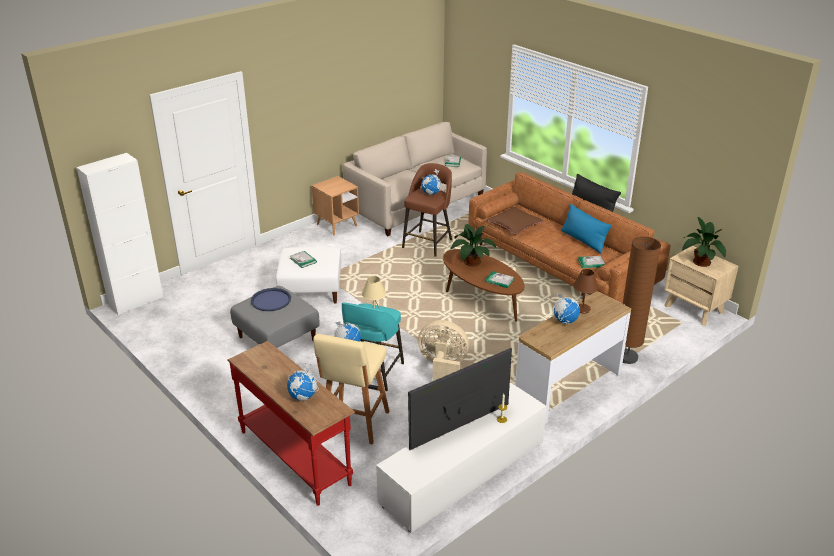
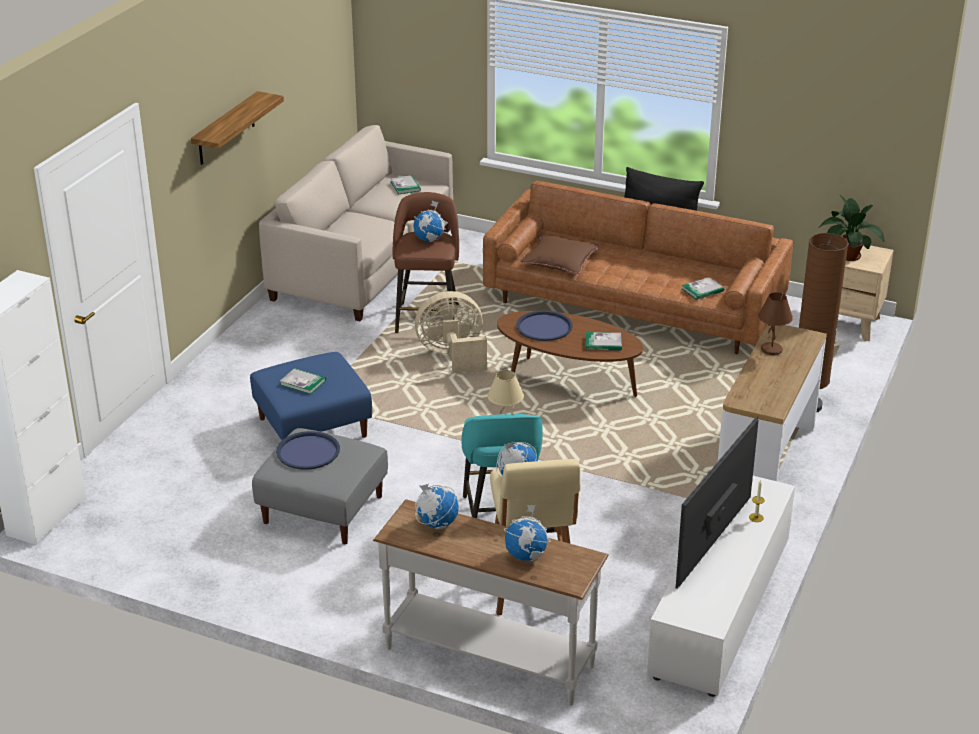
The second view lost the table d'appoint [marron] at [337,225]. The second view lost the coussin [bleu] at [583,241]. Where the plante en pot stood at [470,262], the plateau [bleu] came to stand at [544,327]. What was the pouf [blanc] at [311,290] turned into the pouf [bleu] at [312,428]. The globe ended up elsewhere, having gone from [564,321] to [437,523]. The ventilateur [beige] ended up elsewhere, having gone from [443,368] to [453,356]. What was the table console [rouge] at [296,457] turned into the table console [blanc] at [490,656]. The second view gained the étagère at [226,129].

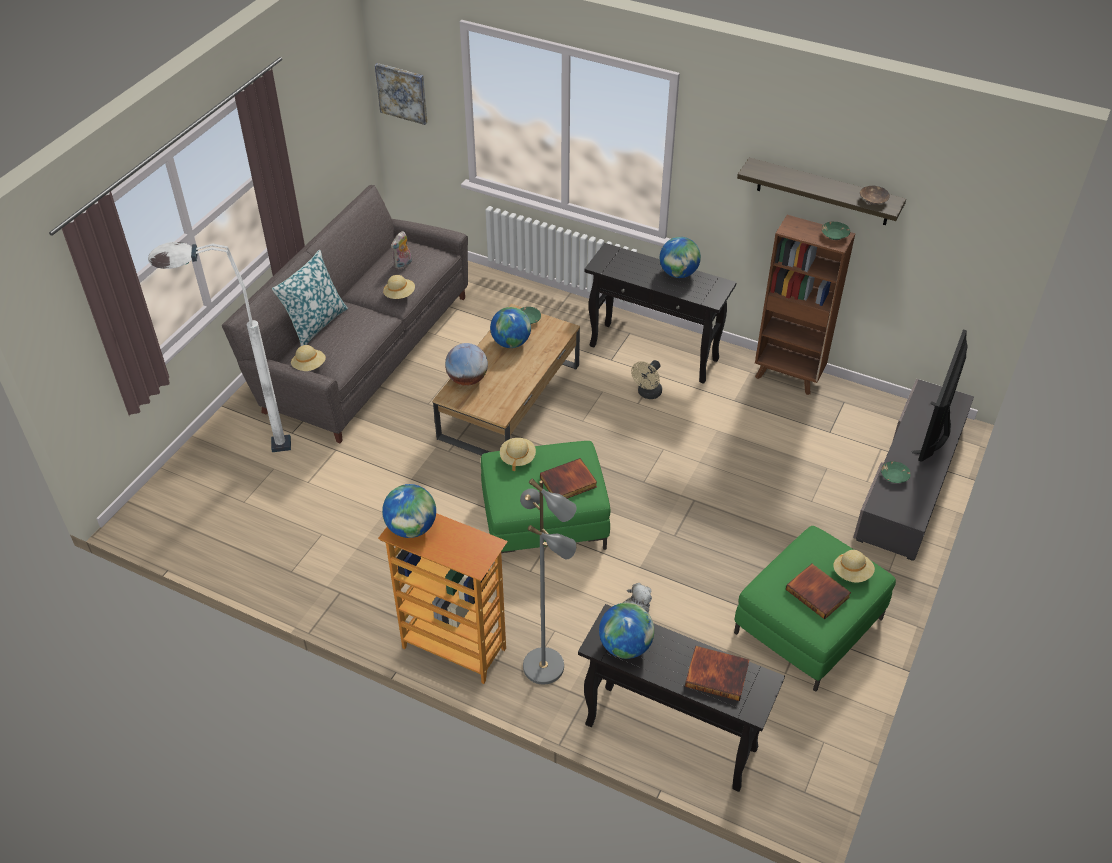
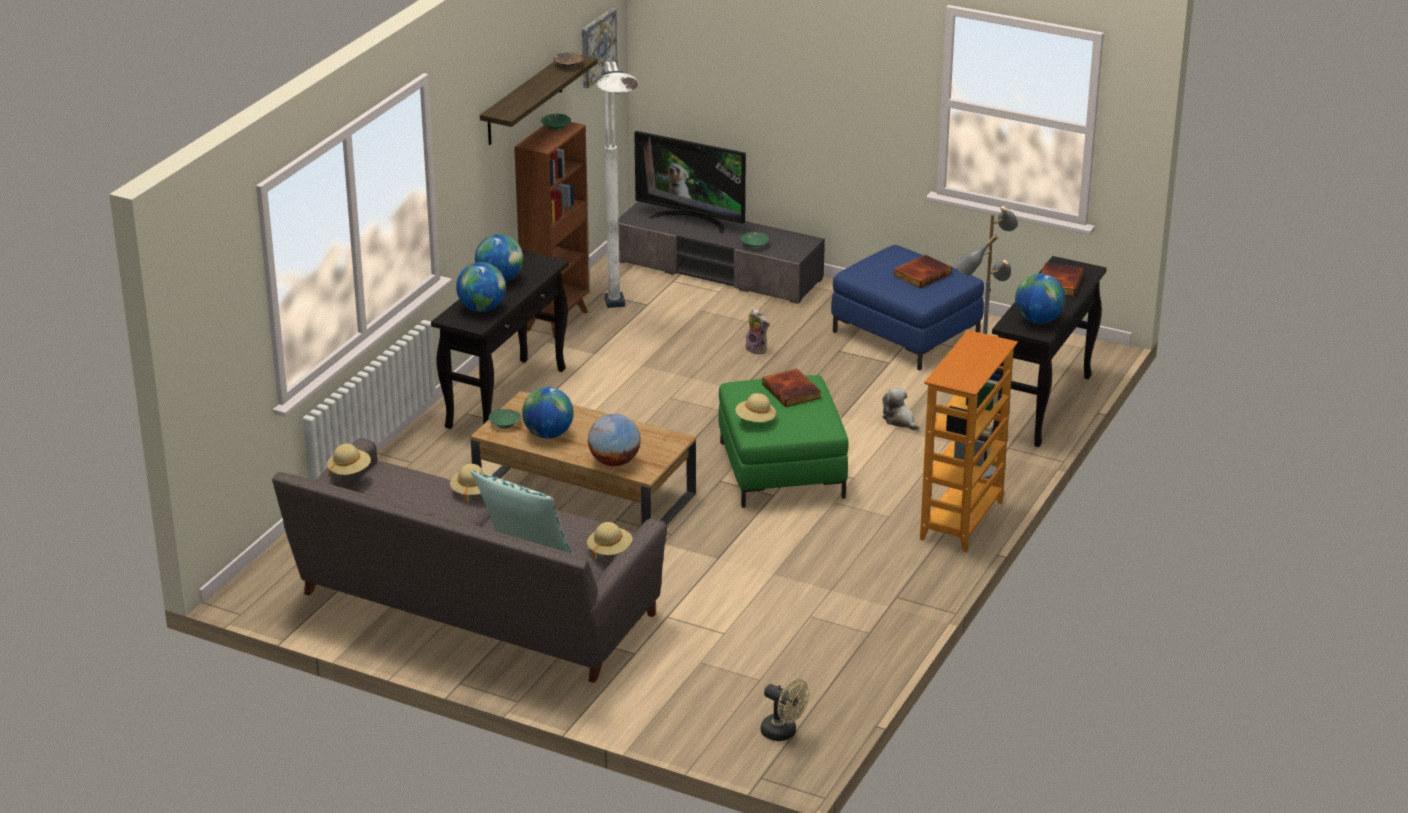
The tableau ended up elsewhere, having gone from [402,93] to [597,47]. The peluche ended up elsewhere, having gone from [403,265] to [758,349]. The lampadaire [blanc] ended up elsewhere, having gone from [243,449] to [619,322]. The ventilateur [beige] ended up elsewhere, having gone from [647,394] to [783,733]. The globe ended up elsewhere, having gone from [411,528] to [482,308]. What was the pouf [vert] at [808,626] turned into the pouf [bleu] at [906,334]. The chapeau [beige] ended up elsewhere, having gone from [852,573] to [349,471].

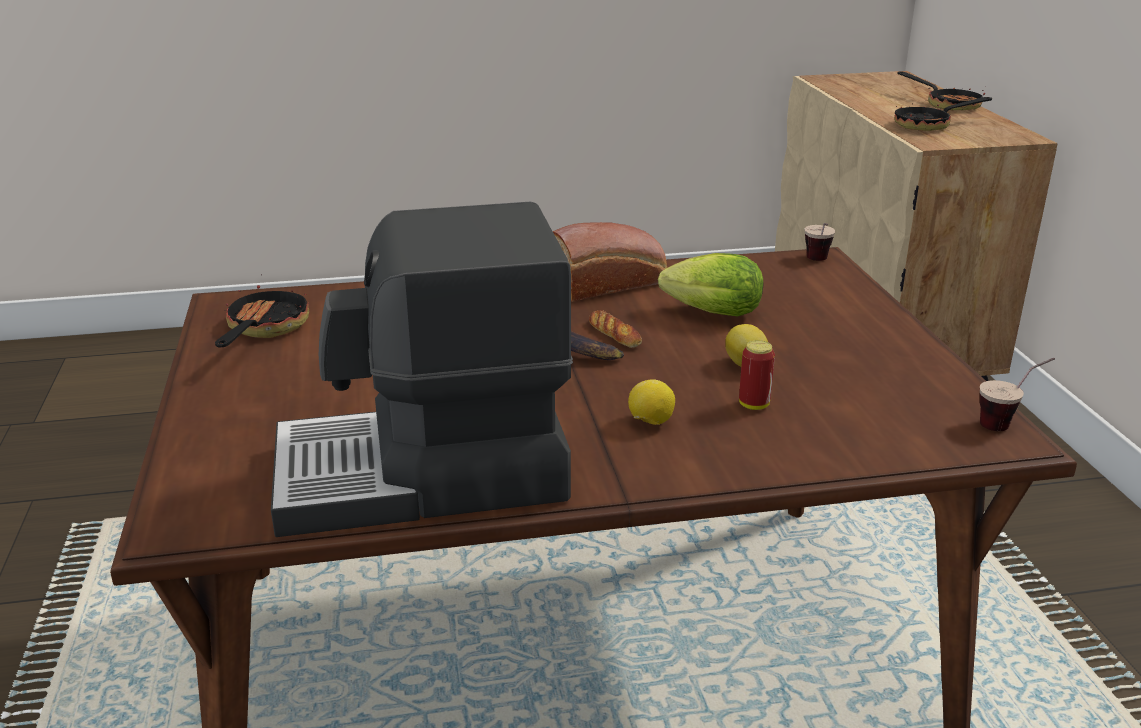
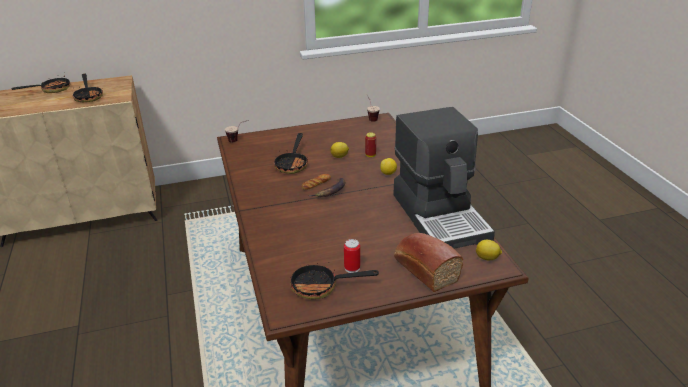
The pain ended up elsewhere, having gone from [610,283] to [424,269]. Where the laitue stood at [707,313], the poêle came to stand at [292,164]. The second view gained the boîte métallique at [352,268]. The second view gained the citron at [487,258].

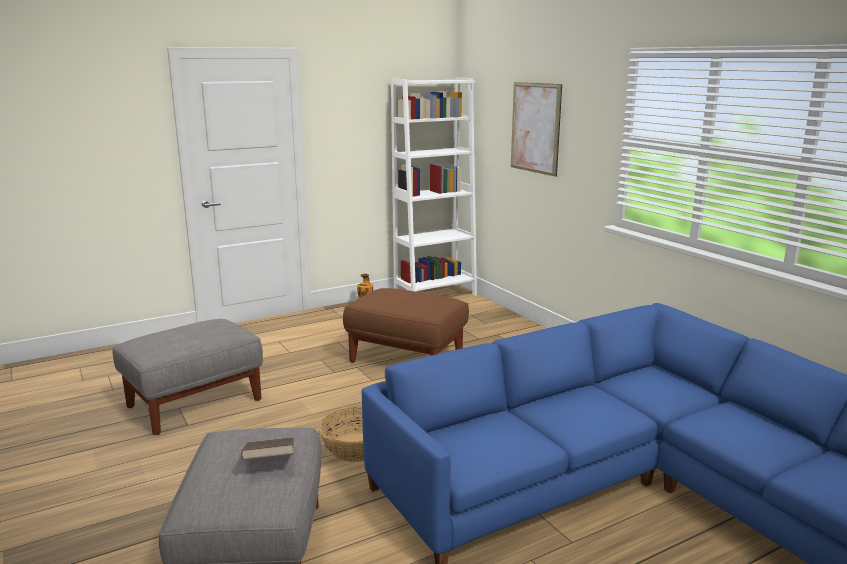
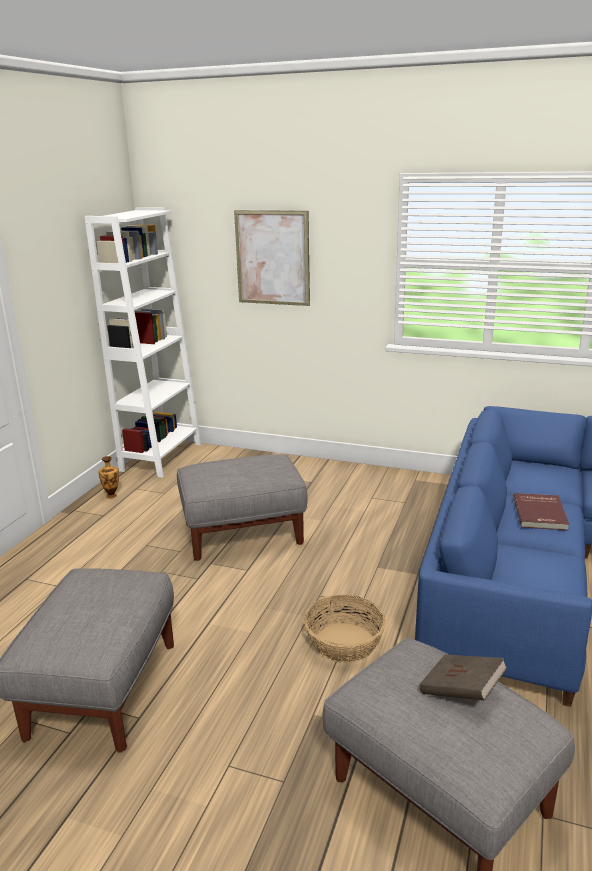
What was the pouf [marron] at [407,359] turned into the pouf [gris] at [244,534]. The second view gained the livre [rouge] at [541,514].

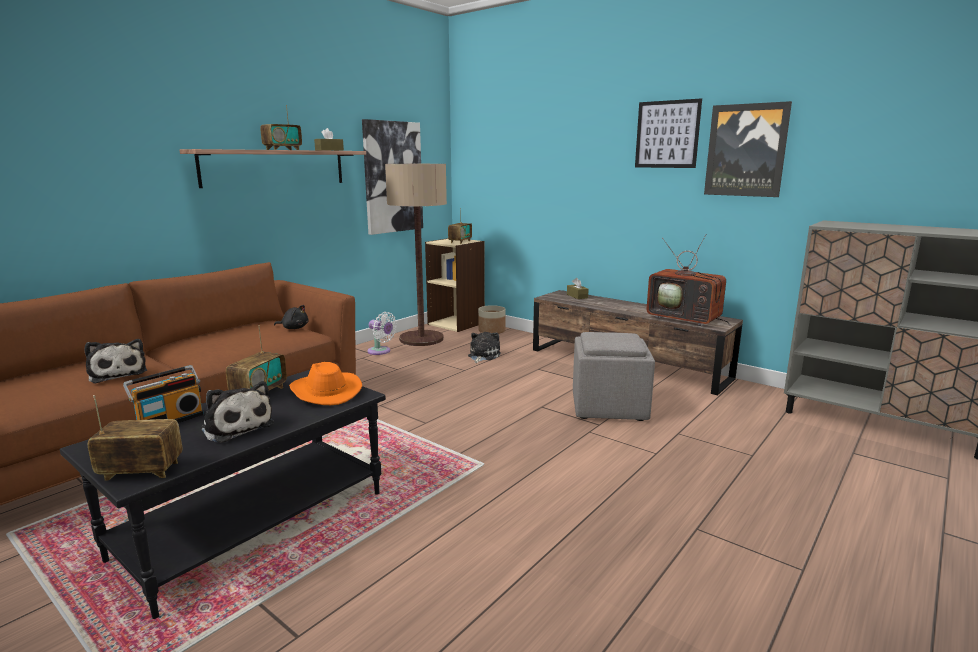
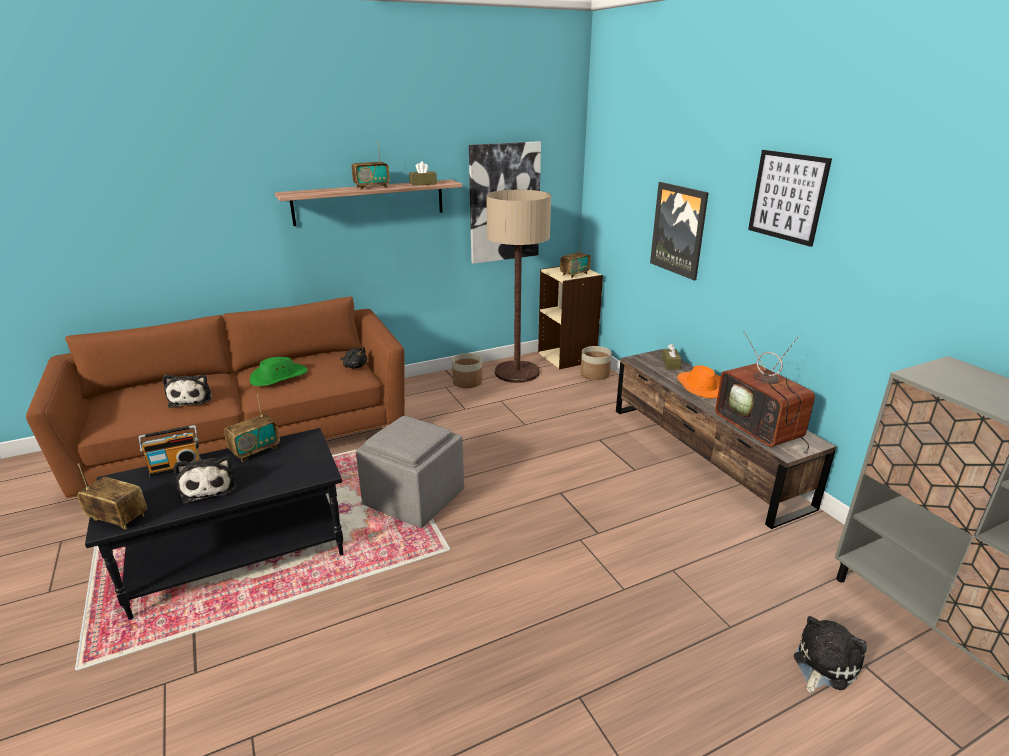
The tableau ended up elsewhere, having gone from [746,150] to [679,230]. Where the ventilateur [blanc] stood at [381,351], the cache-pot came to stand at [467,382]. The peluche ended up elsewhere, having gone from [482,356] to [823,665]. The pouf [gris] ended up elsewhere, having gone from [608,406] to [414,498]. The chapeau [orange] ended up elsewhere, having gone from [325,391] to [700,386]. The second view gained the chapeau [vert] at [279,377].

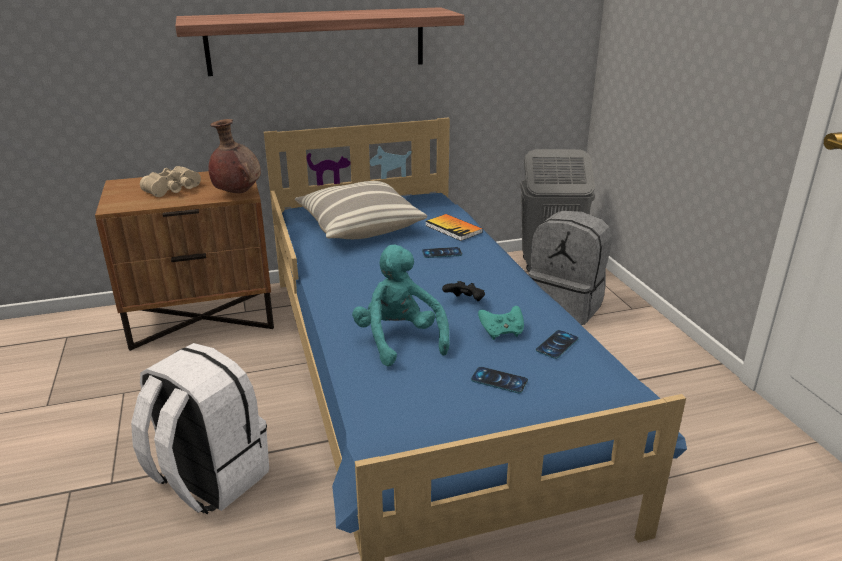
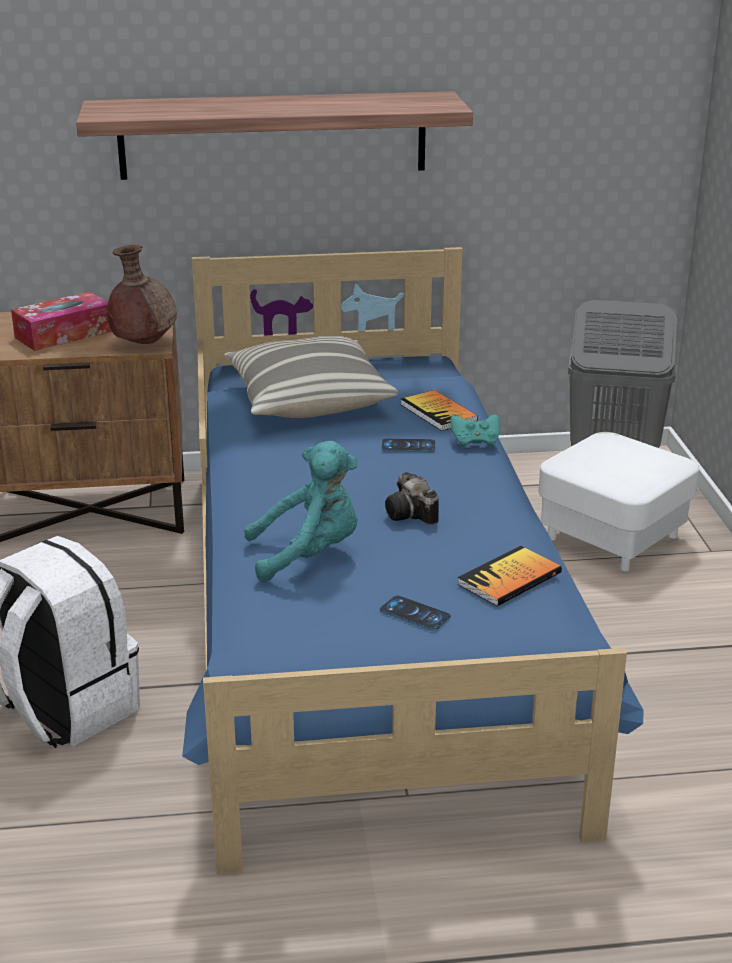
Where the jumelles [beige] stood at [175,190], the boîte à mouchoirs came to stand at [64,334]. Where the sac à dos [gris] stood at [566,305], the pouf [blanc] came to stand at [612,537]. The peluche [turquoise] at [399,340] ended up facing another way, 90 degrees clockwise from before. Where the manette [noir] stood at [465,302], the appareil photo came to stand at [412,515]. The manette [turquoise] ended up elsewhere, having gone from [501,332] to [475,443]. Where the téléphone stood at [557,344], the livre came to stand at [509,579].

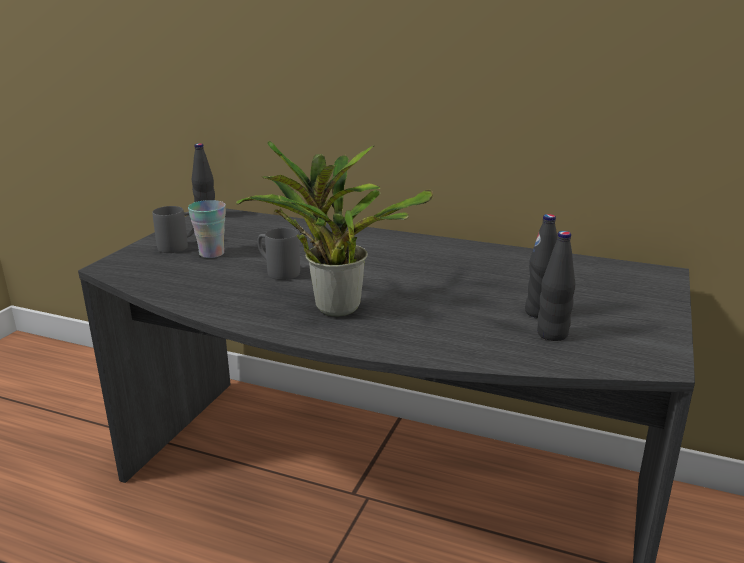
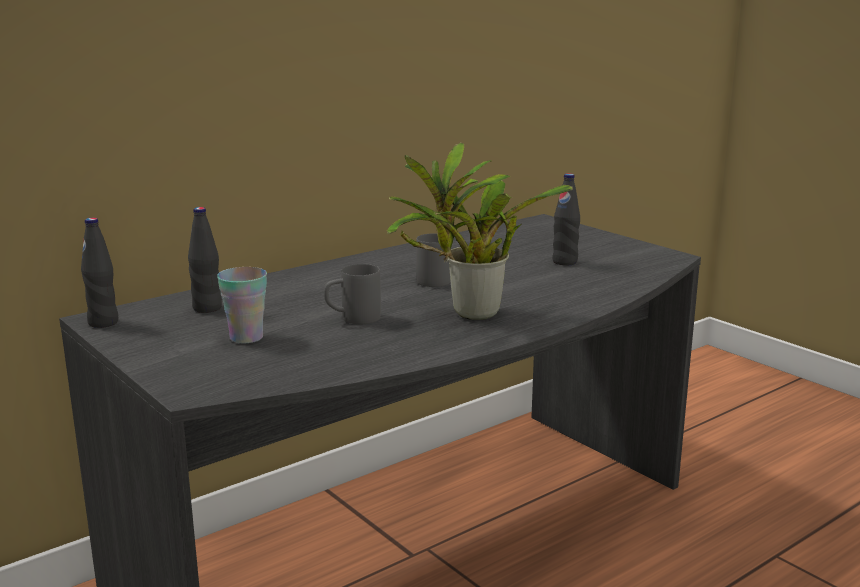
The mug [gris] ended up elsewhere, having gone from [180,246] to [432,279]. The bouteille [noir] ended up elsewhere, having gone from [552,334] to [207,308].

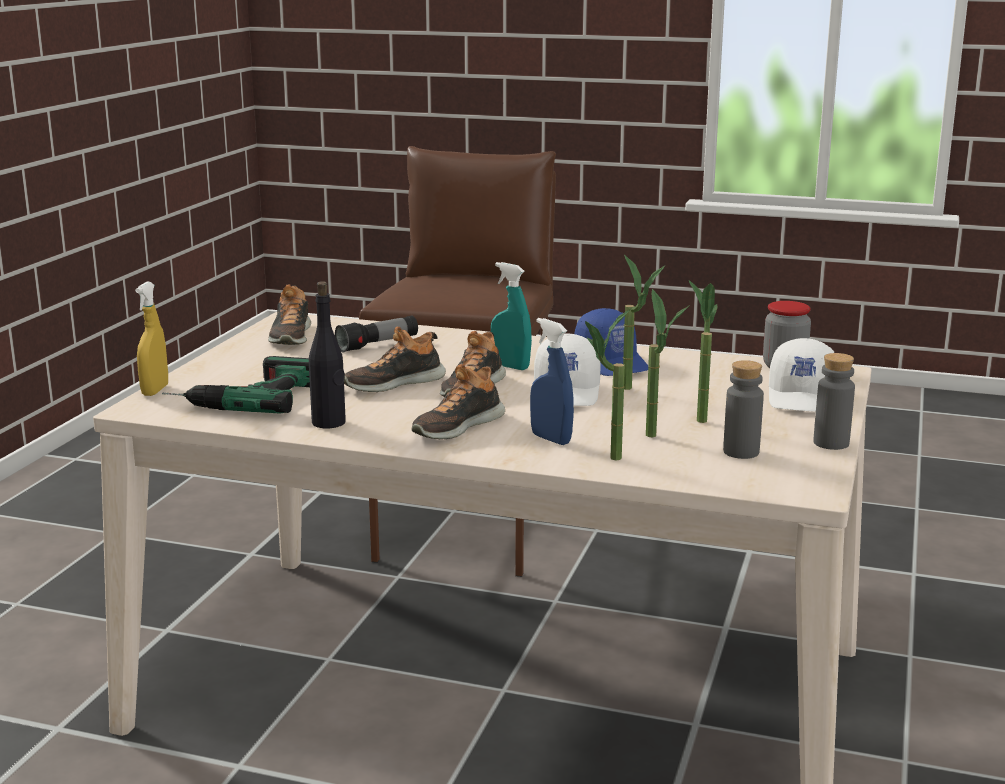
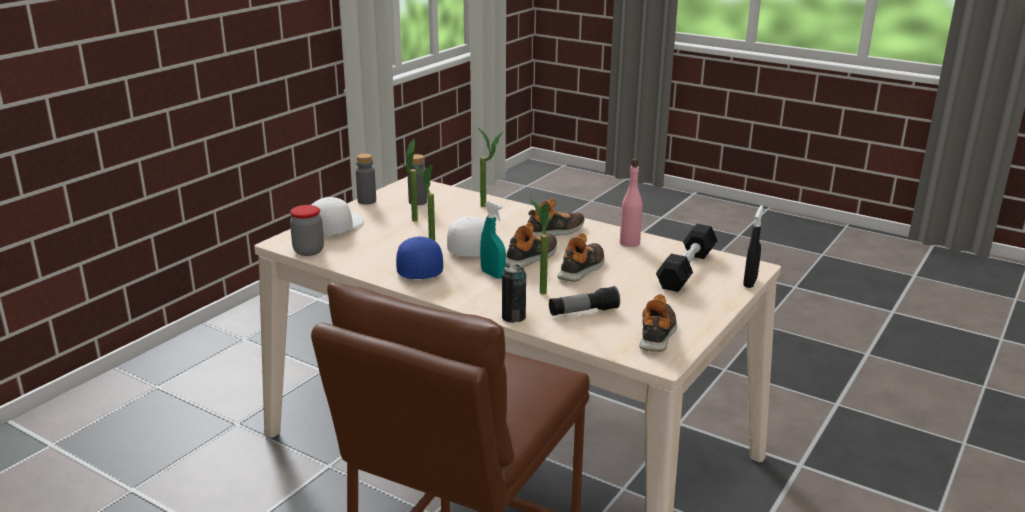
What was the bouteille [noir] at [329,423] turned into the bouteille [rose] at [629,243]. What was the vaporisateur [jaune] at [155,391] turned into the vaporisateur [noir] at [750,282]. The plante en pot ended up elsewhere, having gone from [659,438] to [539,289]. The second view lost the vaporisateur [bleu] at [551,439]. The chaussure at [393,383] ended up facing another way, 45 degrees counterclockwise from before. Where the perceuse stood at [243,396], the haltère [noir] came to stand at [686,270]. The second view gained the boîte métallique at [513,317].

